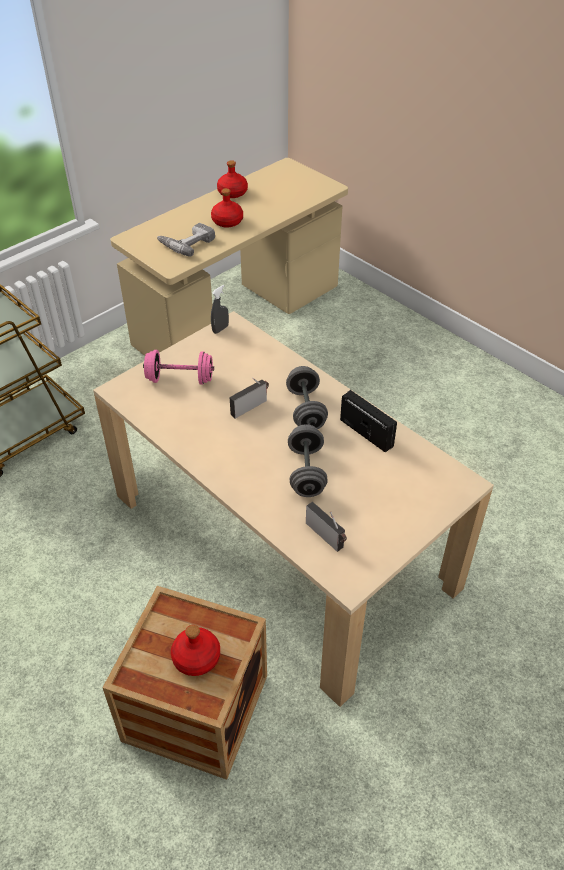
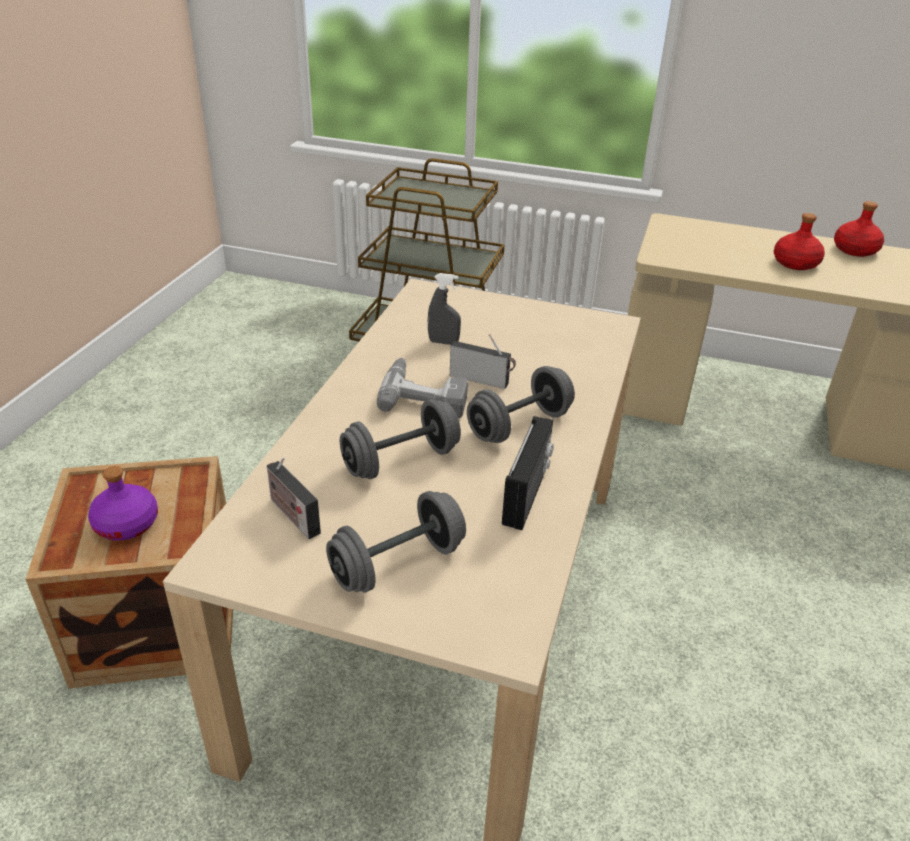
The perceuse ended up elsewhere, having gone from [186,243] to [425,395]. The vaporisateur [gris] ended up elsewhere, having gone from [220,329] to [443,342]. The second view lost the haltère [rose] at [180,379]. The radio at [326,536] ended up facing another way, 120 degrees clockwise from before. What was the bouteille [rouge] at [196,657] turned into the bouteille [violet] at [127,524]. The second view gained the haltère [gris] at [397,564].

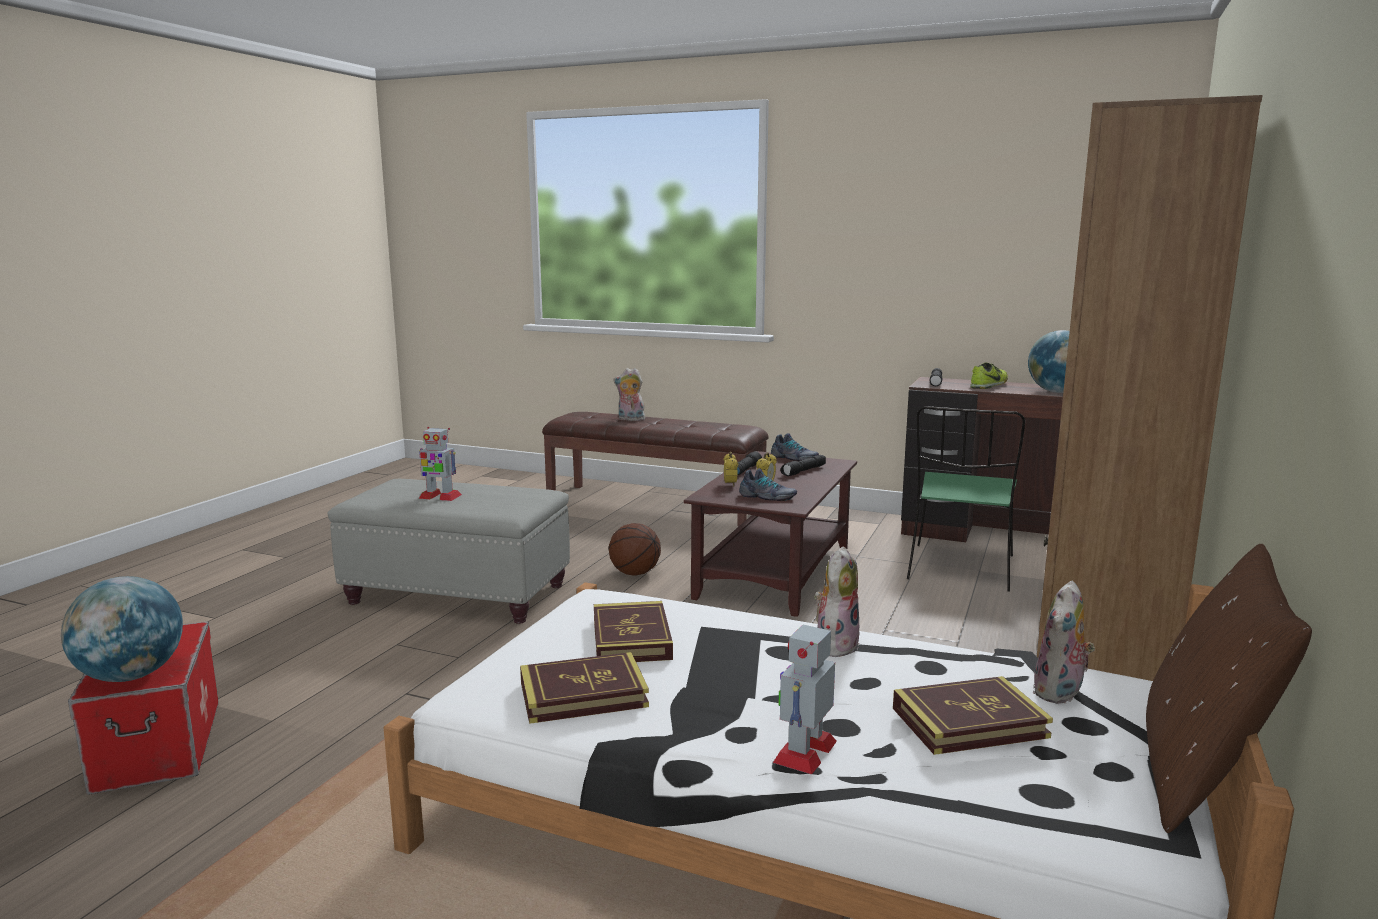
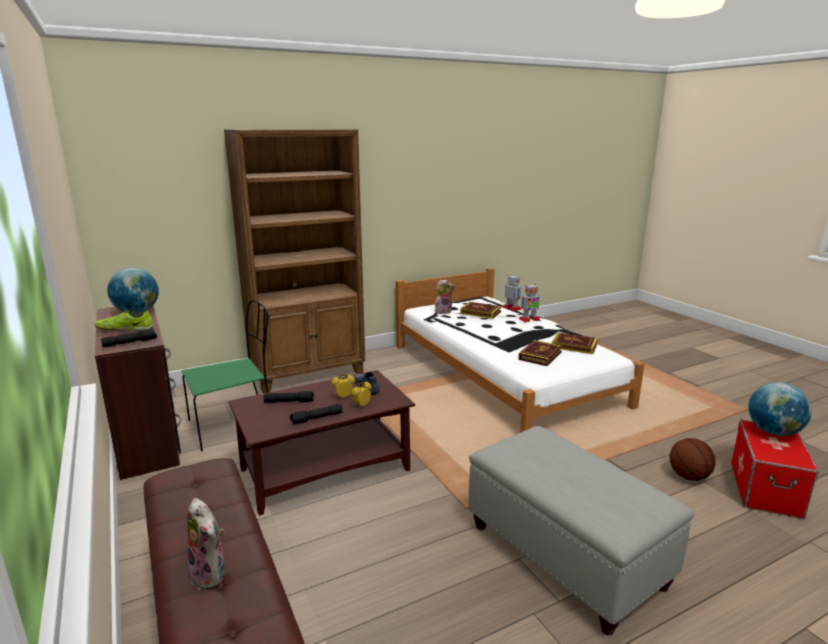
The robot jouet ended up elsewhere, having gone from [439,496] to [512,308]. The second view lost the chaussure at [794,458]. The ballon de basket ended up elsewhere, having gone from [634,573] to [689,477]. The second view lost the coussin [marron] at [1200,775]. The second view lost the peluche at [835,644].

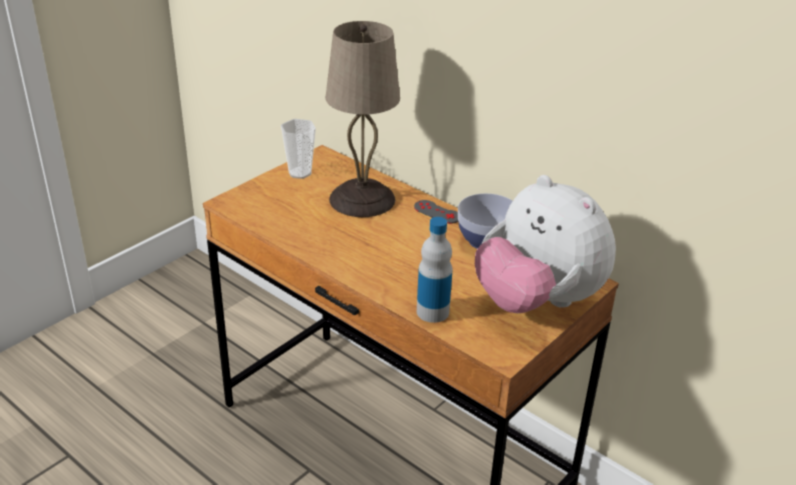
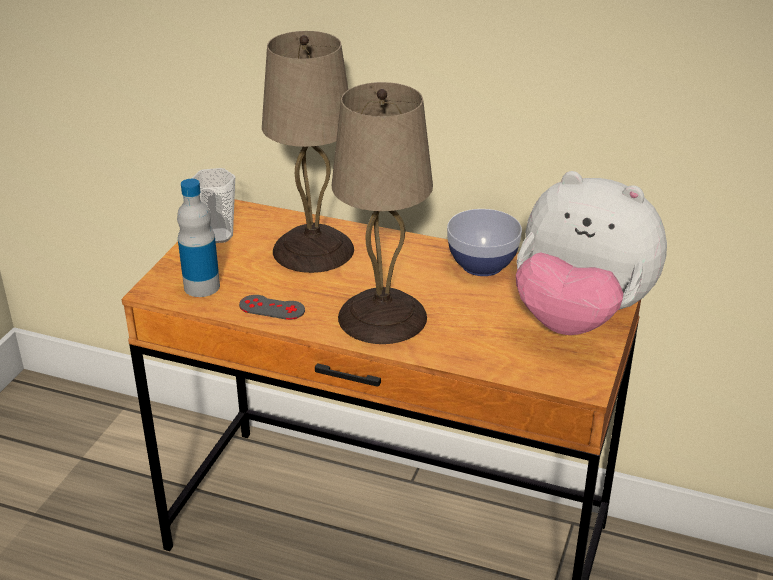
The manette [gris] ended up elsewhere, having gone from [437,212] to [272,308]. The bouteille ended up elsewhere, having gone from [432,312] to [202,286]. The second view gained the lampe de table [beige] at [381,316].

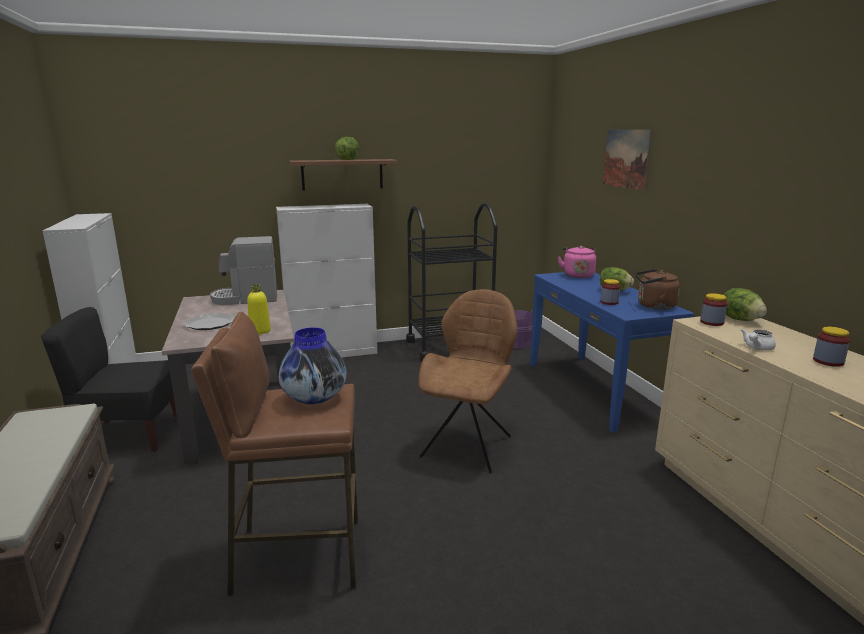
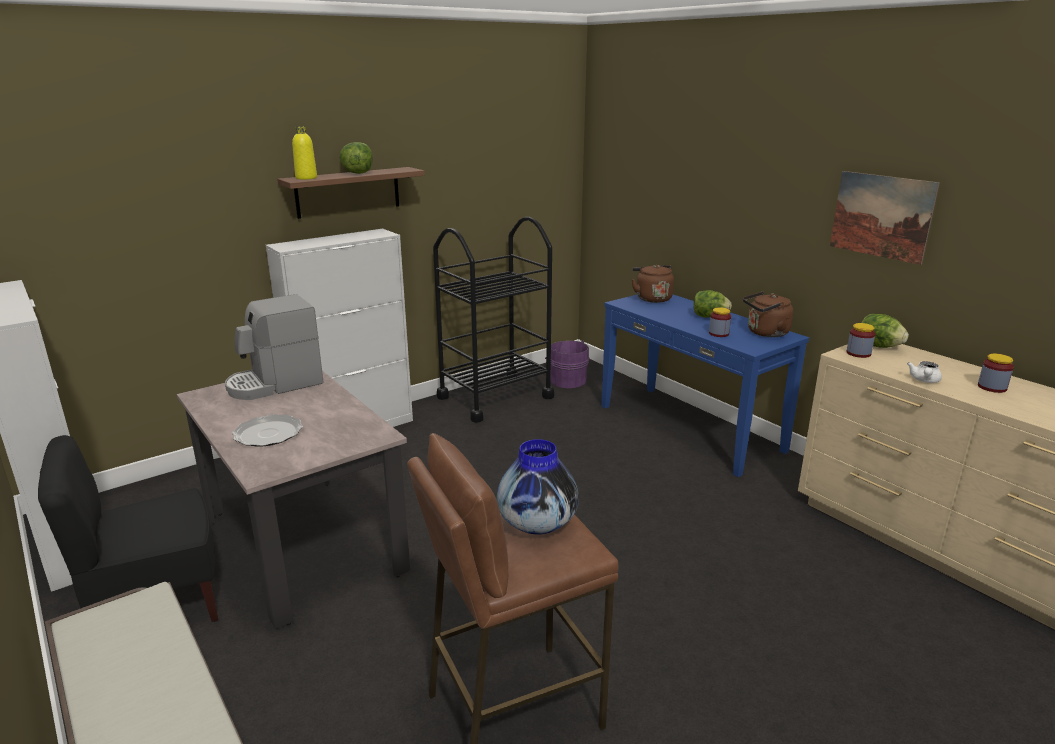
The tableau ended up elsewhere, having gone from [626,158] to [881,216]. What was the bouilloire [rose] at [577,275] turned into the bouilloire [marron] at [652,298]. The bouteille [jaune] ended up elsewhere, having gone from [260,331] to [306,178]. The second view lost the chaise [marron] at [468,445].

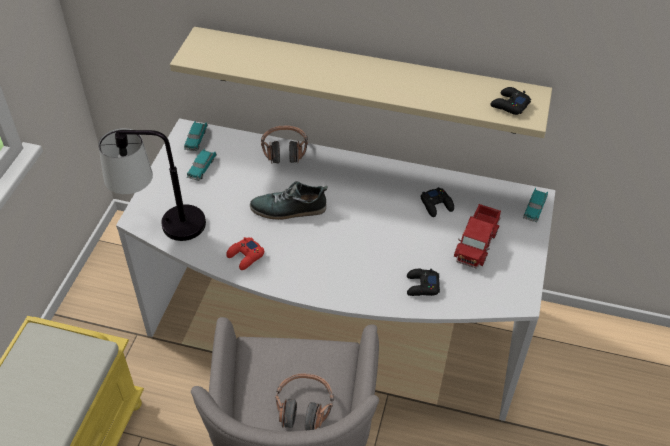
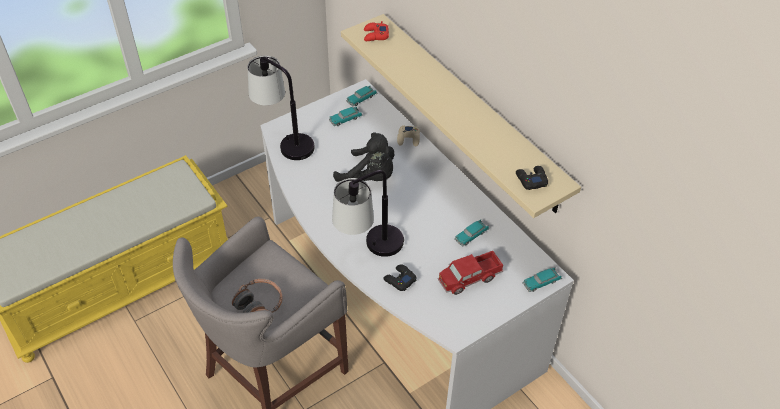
Where the casque audio stood at [284,151], the manette [beige] came to stand at [408,138]. Where the chaussure stood at [289,209], the peluche [noir] came to stand at [370,177]. Where the manette [noir] stood at [436,205], the petite voiture came to stand at [471,235]. The manette [rouge] ended up elsewhere, having gone from [245,256] to [375,35]. The second view gained the lampe de table at [370,251].

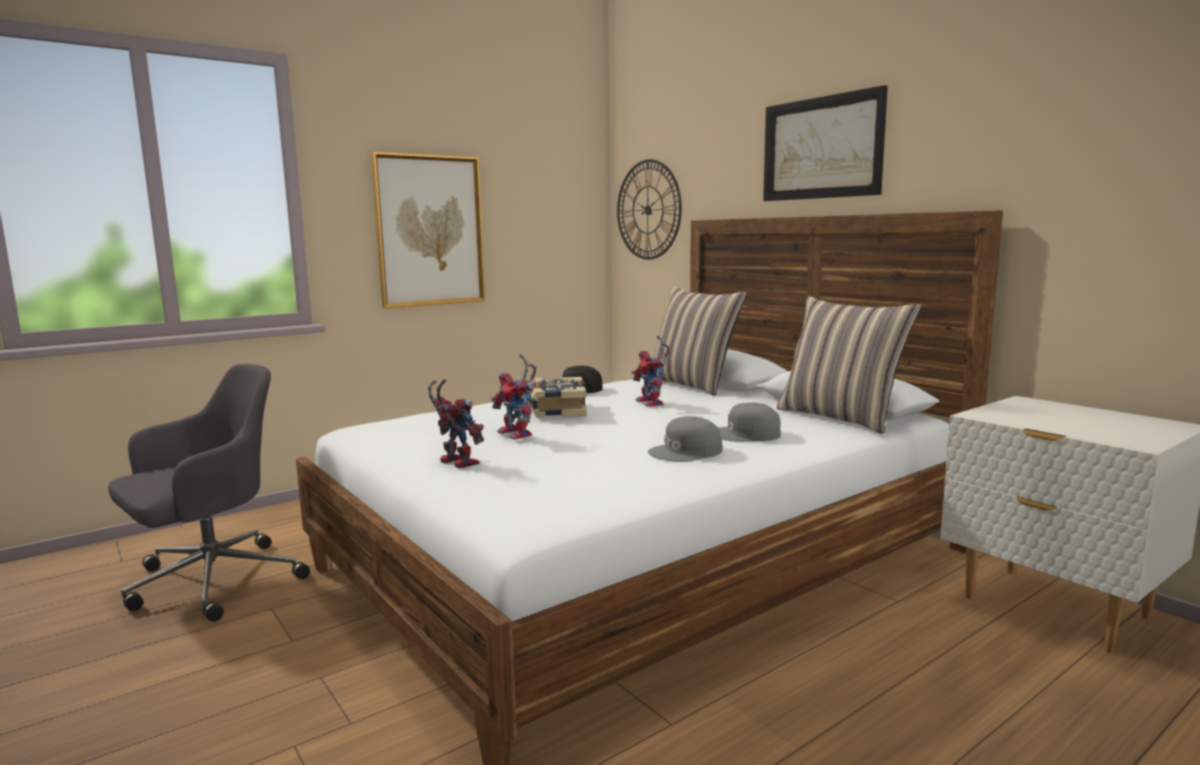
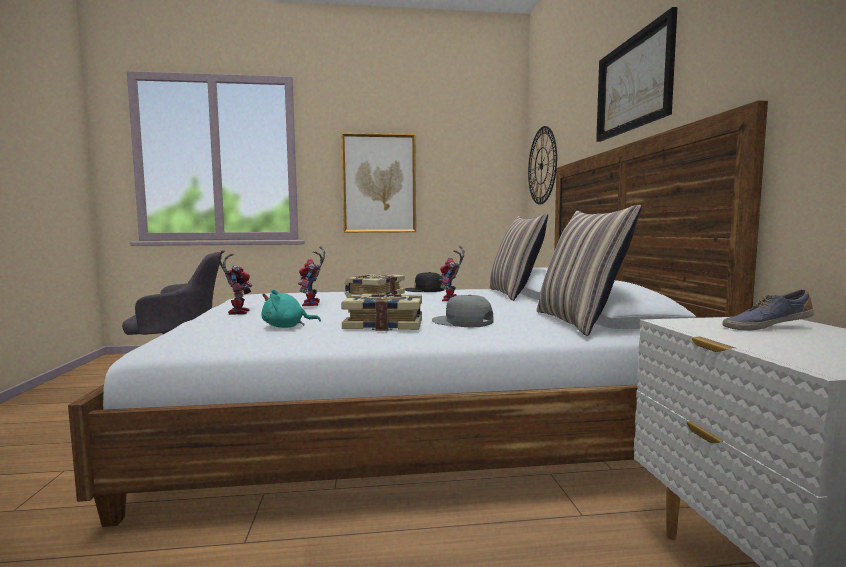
Where the casquette [gris] stood at [686,452], the livre came to stand at [384,325]. The second view gained the chaussure at [765,327]. The second view gained the peluche [turquoise] at [286,327].

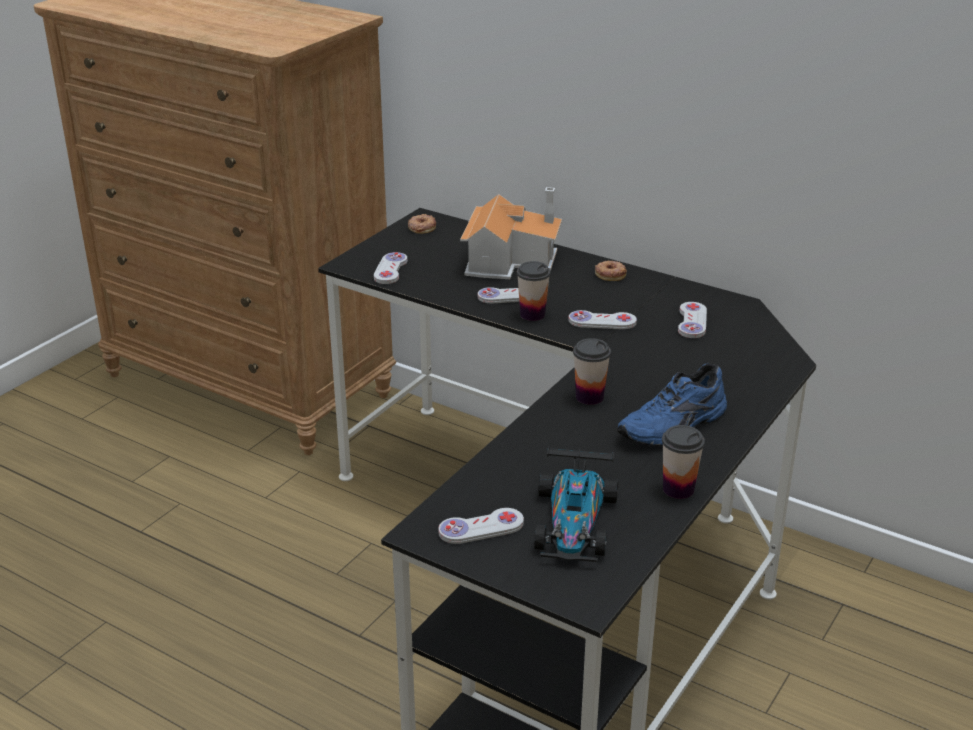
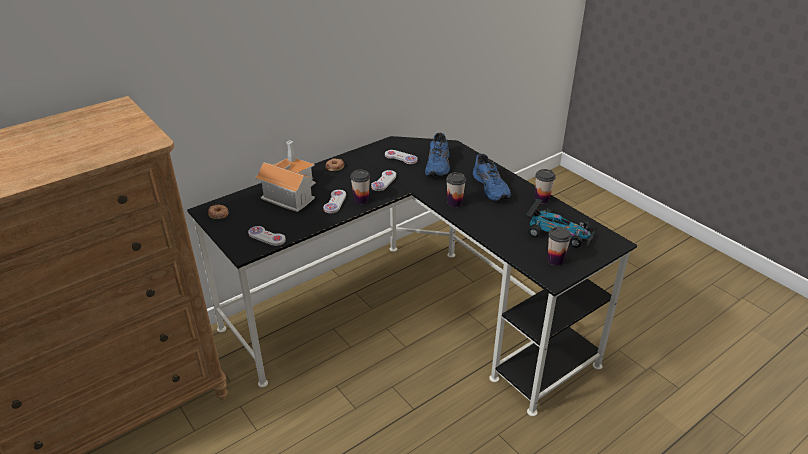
Where the manette [blanc] stood at [481,528], the tasse came to stand at [555,260]. The second view gained the chaussure [bleu] at [439,165].

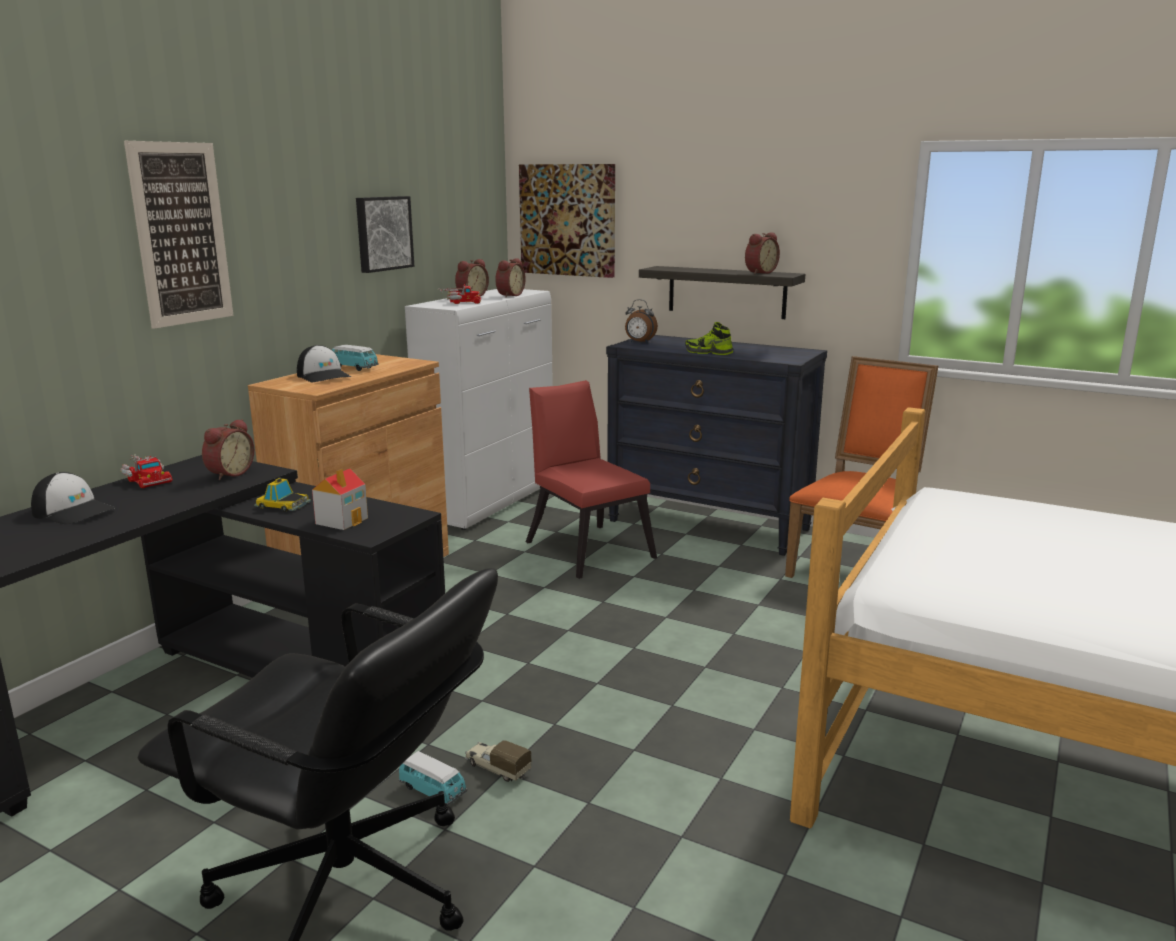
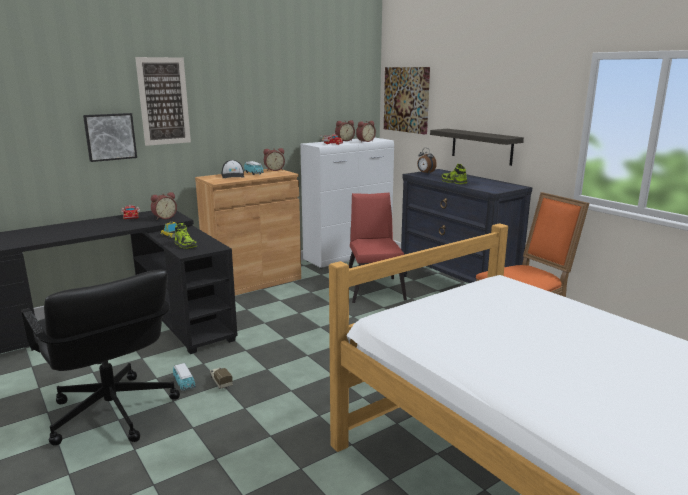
The tableau ended up elsewhere, having gone from [383,233] to [110,136]. The réveil ended up elsewhere, having gone from [759,273] to [274,170]. Where the maison miniature stood at [342,520], the chaussure came to stand at [185,245]. The second view lost the casquette at [74,511].

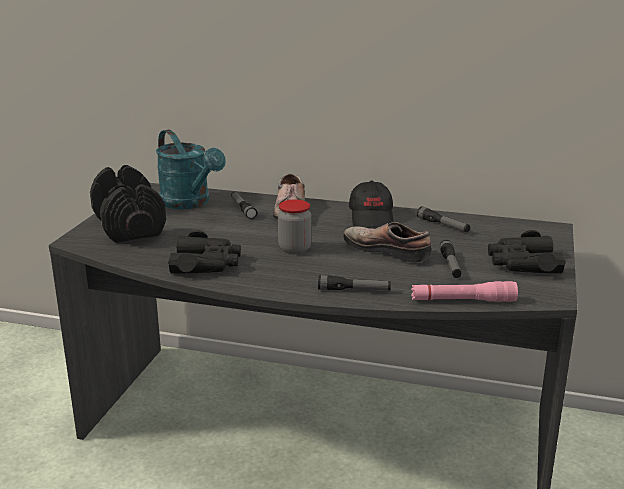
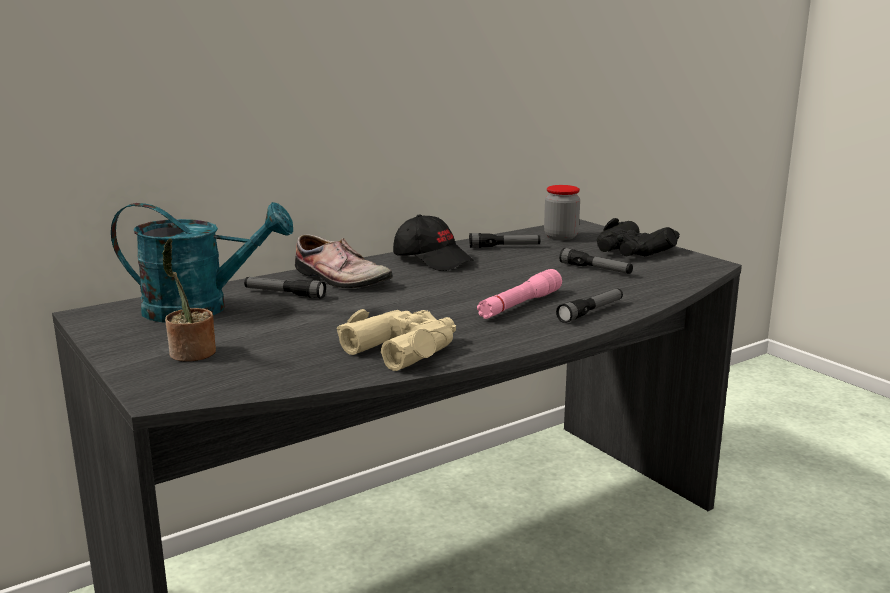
Where the haltère [noir] stood at [129,225], the plante en pot came to stand at [191,354]. The bocal ended up elsewhere, having gone from [294,248] to [561,236]. The second view lost the chaussure at [388,250]. What was the jumelles [noir] at [206,264] turned into the jumelles [beige] at [403,348]. The lampe de poche [rose] ended up elsewhere, having gone from [463,301] to [519,305].

